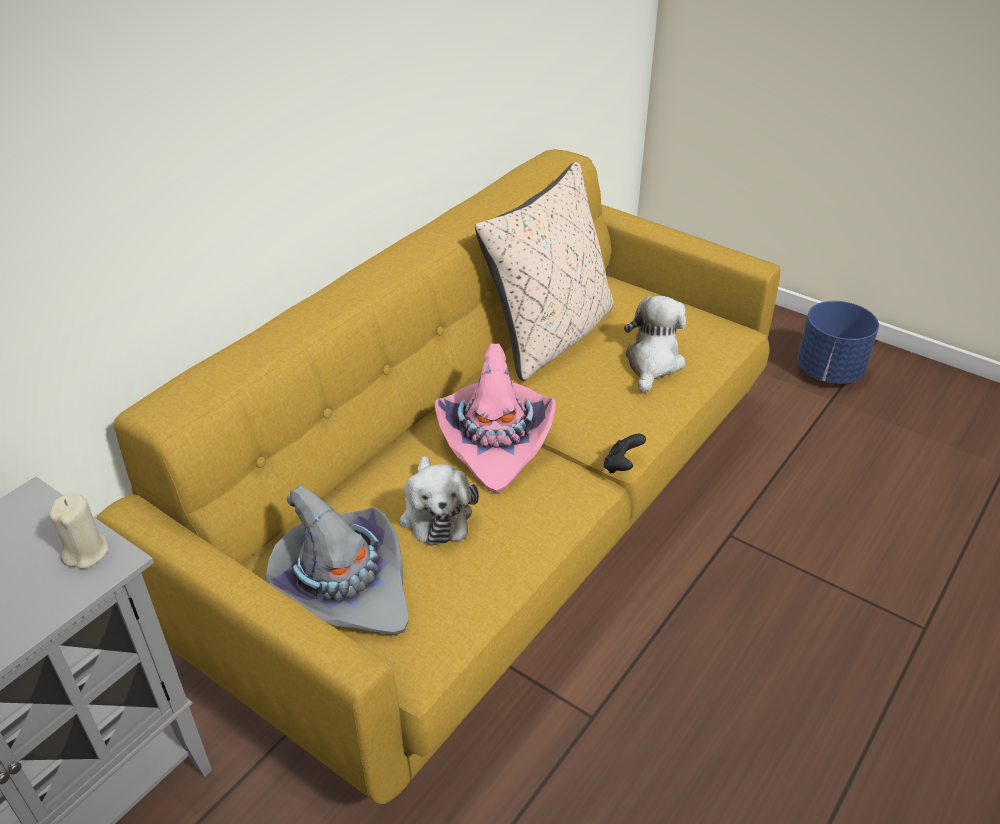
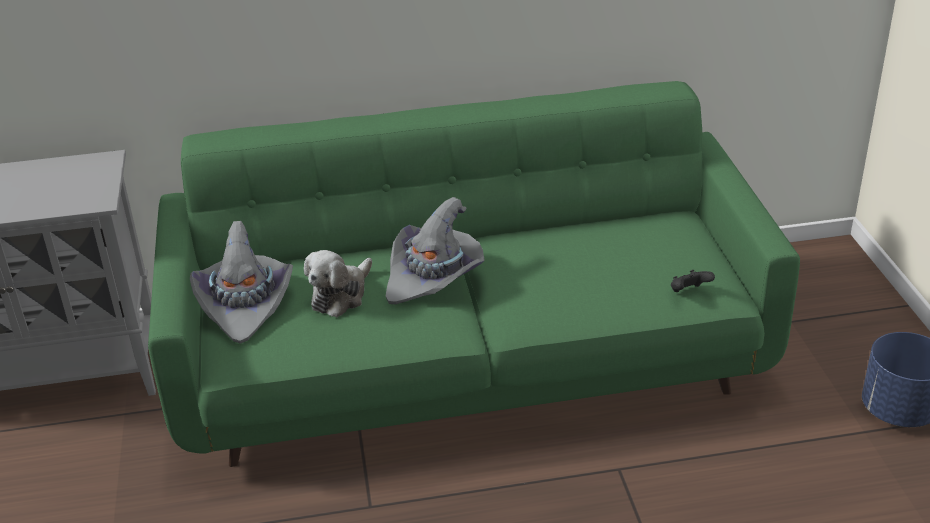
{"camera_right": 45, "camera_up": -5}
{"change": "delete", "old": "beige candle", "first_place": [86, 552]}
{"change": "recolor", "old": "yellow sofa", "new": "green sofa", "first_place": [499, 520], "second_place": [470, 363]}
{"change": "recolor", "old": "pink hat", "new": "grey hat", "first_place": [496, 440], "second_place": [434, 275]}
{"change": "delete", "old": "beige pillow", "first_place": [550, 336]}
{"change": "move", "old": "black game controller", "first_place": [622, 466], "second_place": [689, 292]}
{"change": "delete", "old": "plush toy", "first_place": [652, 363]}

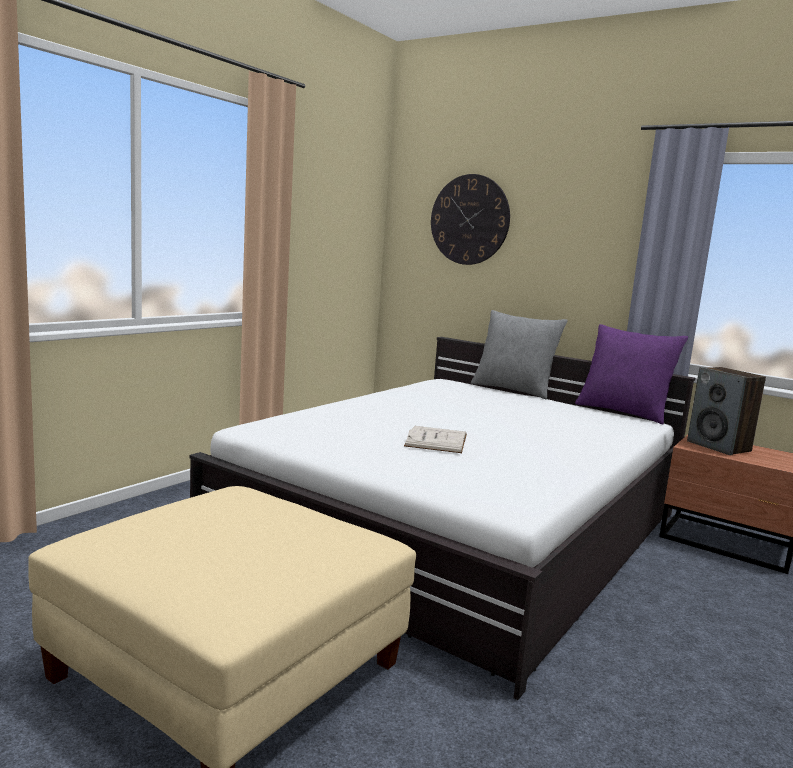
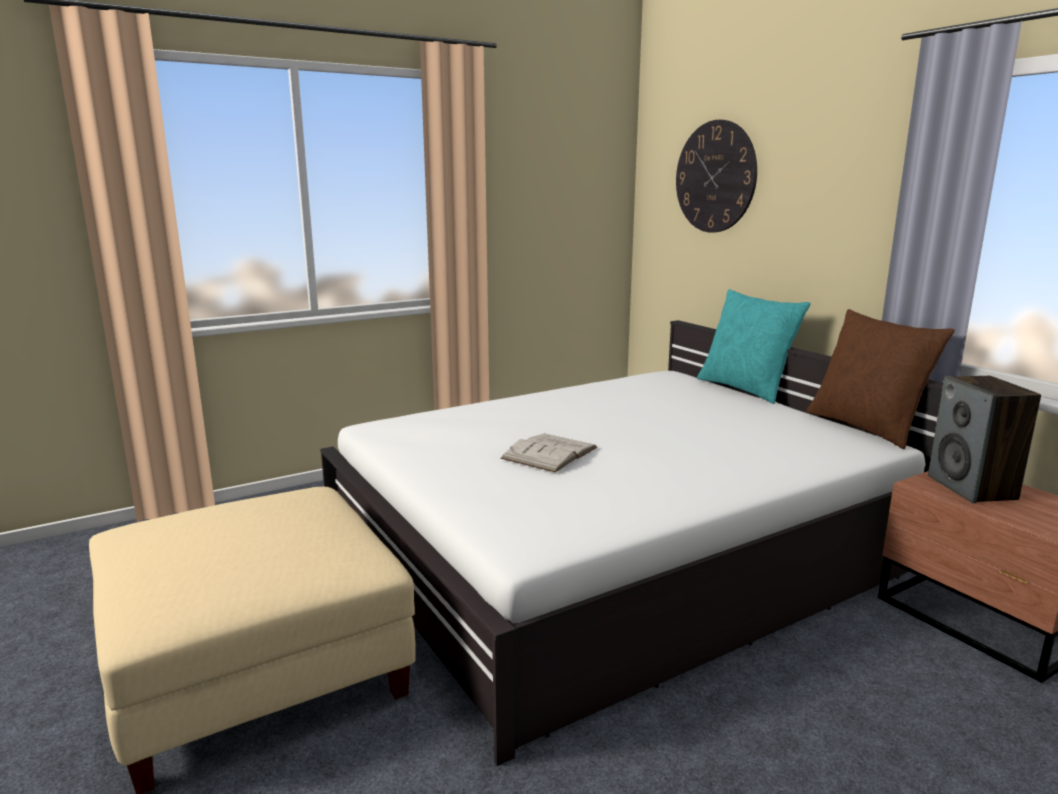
{"camera_right": 25, "camera_up": 5}
{"change": "recolor", "old": "grey pillow", "new": "turquoise pillow", "first_place": [513, 390], "second_place": [745, 389]}
{"change": "recolor", "old": "purple pillow", "new": "brown pillow", "first_place": [623, 412], "second_place": [866, 427]}

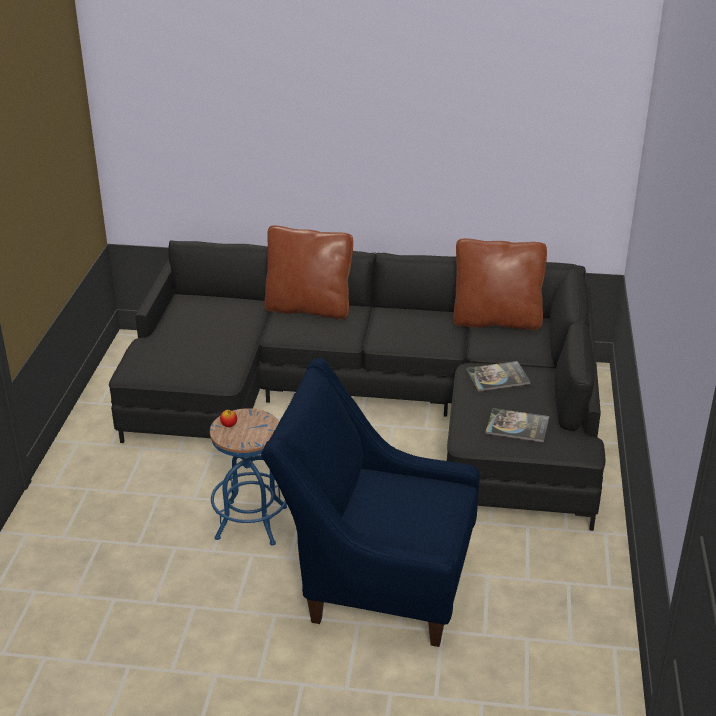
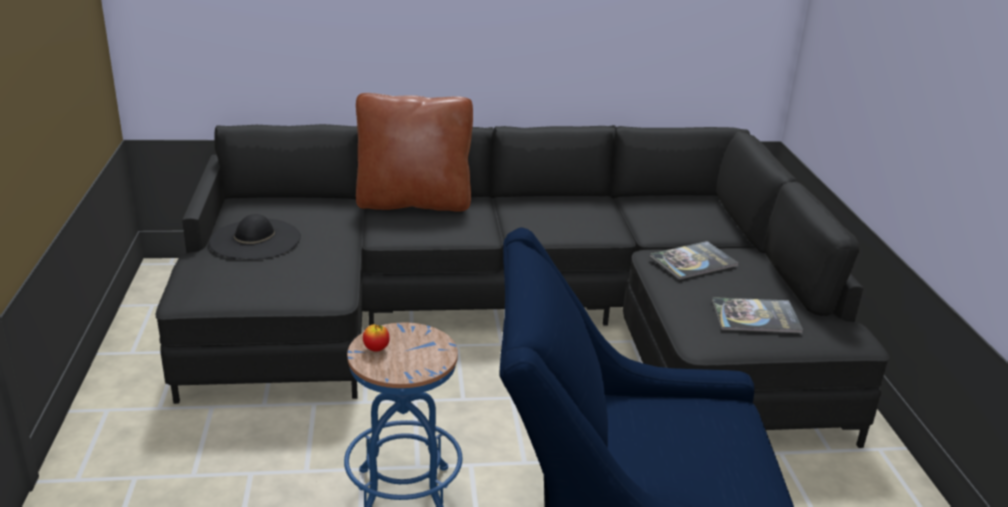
{"camera_right": -15, "camera_up": -5}
{"change": "delete", "old": "brown pillow", "first_place": [496, 321]}
{"change": "insert", "new": "black hat", "second_place": [255, 239]}

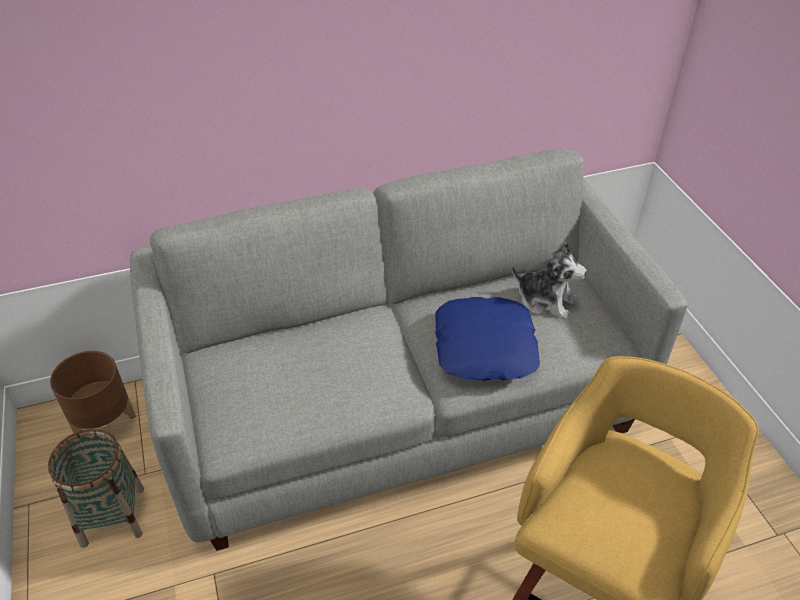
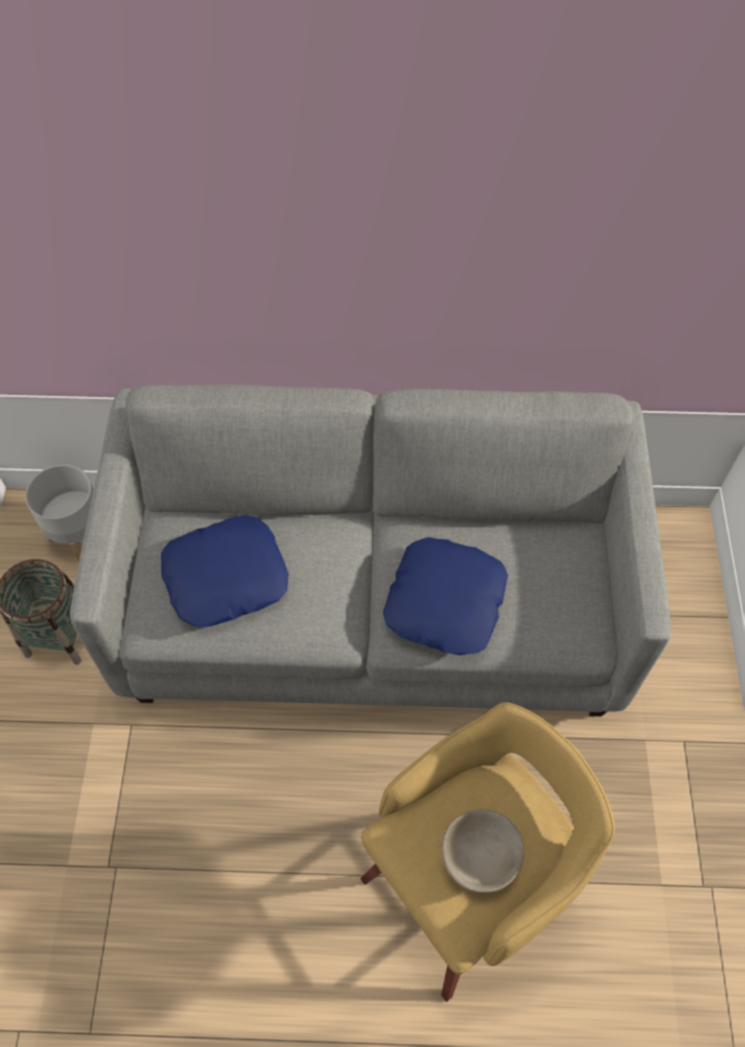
{"camera_right": 20, "camera_up": 15}
{"change": "recolor", "old": "brown planter", "new": "grey planter", "first_place": [105, 427], "second_place": [80, 535]}
{"change": "delete", "old": "plush toy", "first_place": [546, 300]}
{"change": "insert", "new": "blue pillow", "second_place": [225, 576]}
{"change": "insert", "new": "beige bowl", "second_place": [479, 858]}

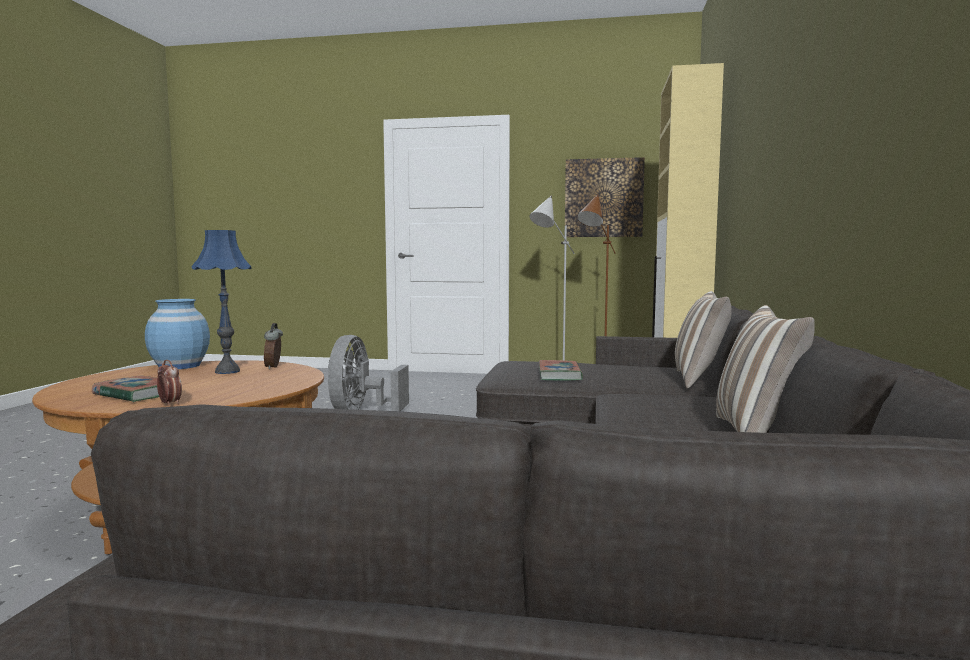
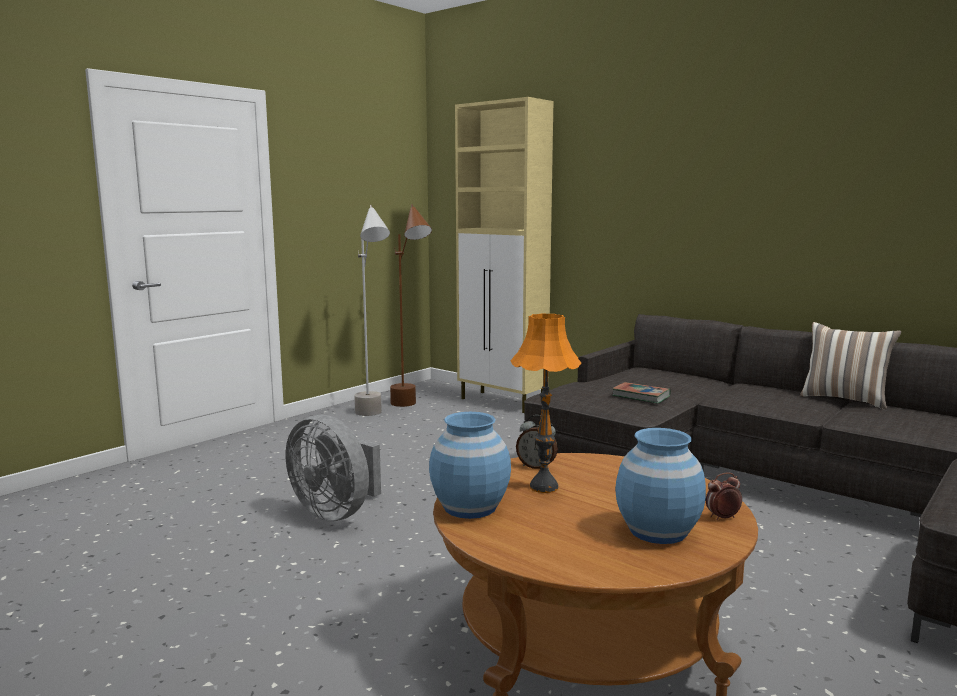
{"camera_right": -60, "camera_up": 5}
{"change": "replace", "old": "book", "new": "blue vase", "first_place": [137, 394], "second_place": [658, 531]}
{"change": "recolor", "old": "blue table lamp", "new": "orange table lamp", "first_place": [227, 371], "second_place": [544, 487]}
{"change": "delete", "old": "picture", "first_place": [603, 198]}
{"change": "delete", "old": "pillow", "first_place": [699, 380]}

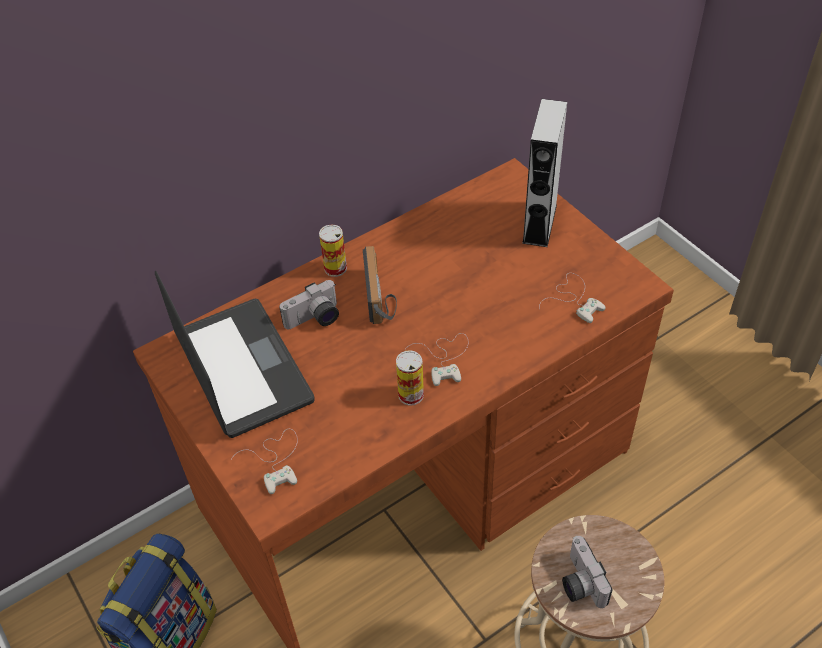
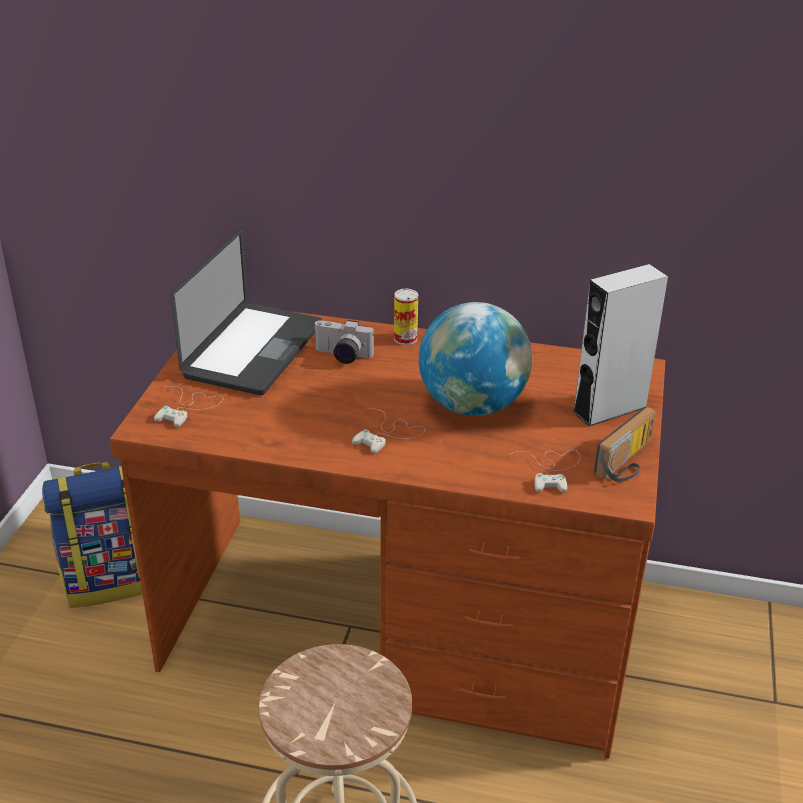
{"camera_right": 45, "camera_up": -15}
{"change": "move", "old": "radio", "first_place": [381, 297], "second_place": [628, 463]}
{"change": "delete", "old": "can", "first_place": [411, 395]}
{"change": "delete", "old": "photo camera", "first_place": [579, 582]}
{"change": "insert", "new": "globe", "second_place": [472, 405]}

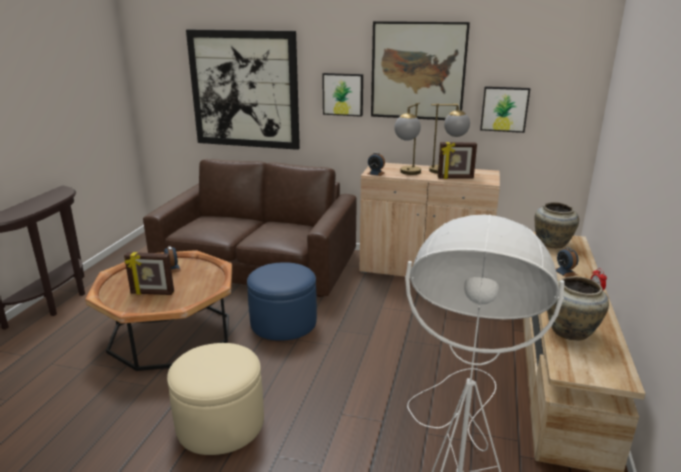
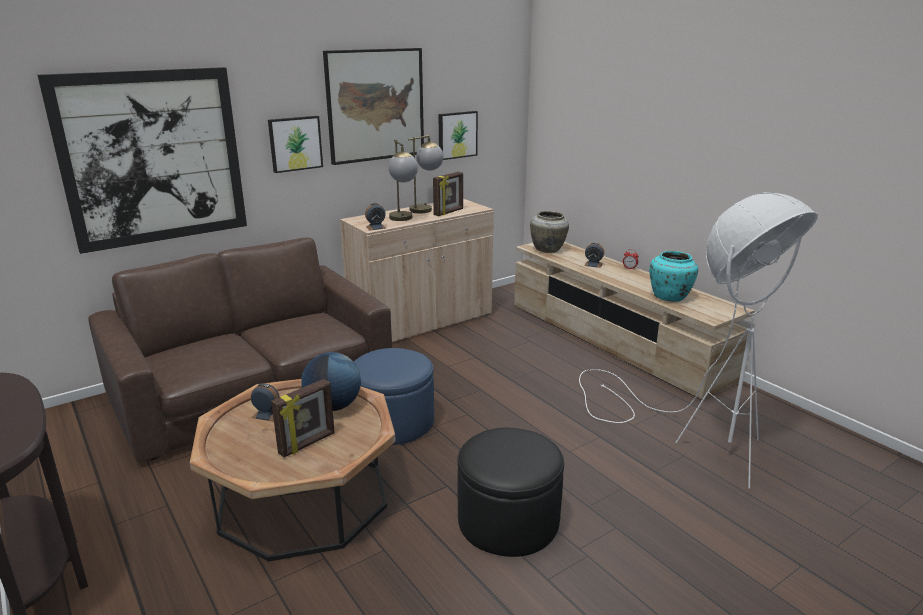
{"camera_right": -50, "camera_up": 0}
{"change": "recolor", "old": "beige ottoman", "new": "black ottoman", "first_place": [220, 423], "second_place": [508, 521]}
{"change": "recolor", "old": "beige vase", "new": "turquoise vase", "first_place": [571, 332], "second_place": [670, 297]}
{"change": "insert", "new": "globe", "second_place": [333, 406]}

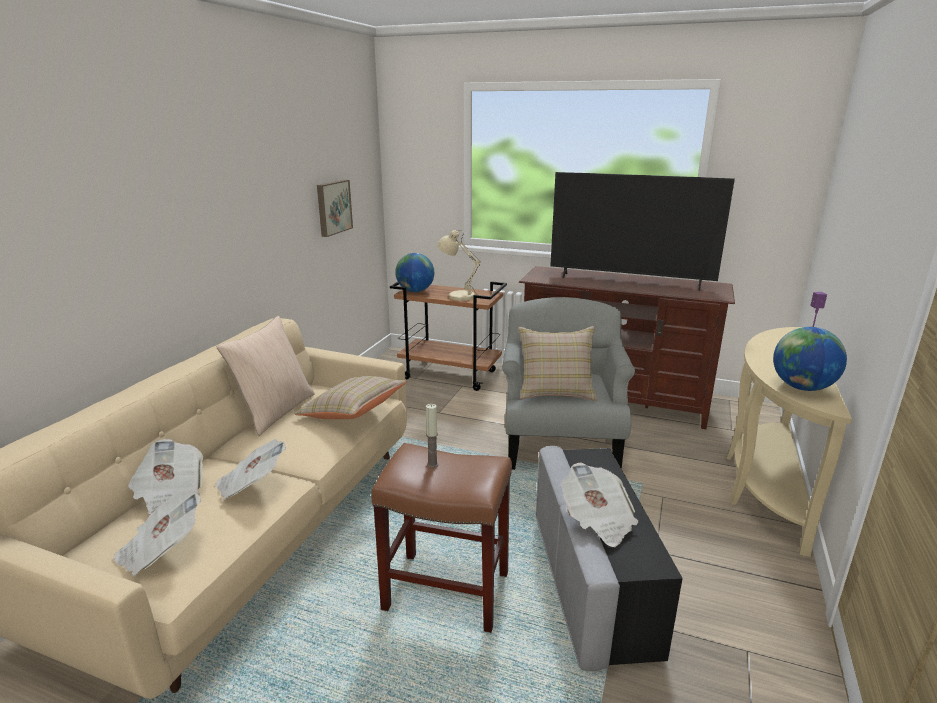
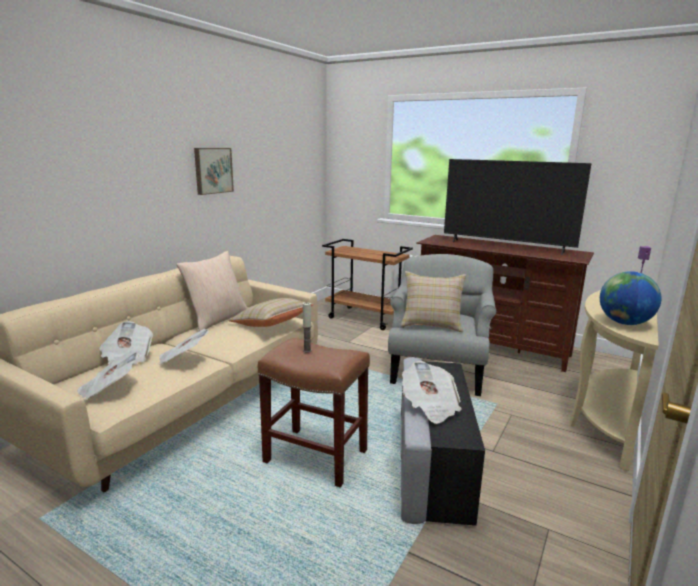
{"camera_right": 10, "camera_up": -5}
{"change": "move", "old": "picture", "first_place": [333, 207], "second_place": [212, 170]}
{"change": "delete", "old": "globe", "first_place": [415, 291]}
{"change": "delete", "old": "beige table lamp", "first_place": [458, 296]}

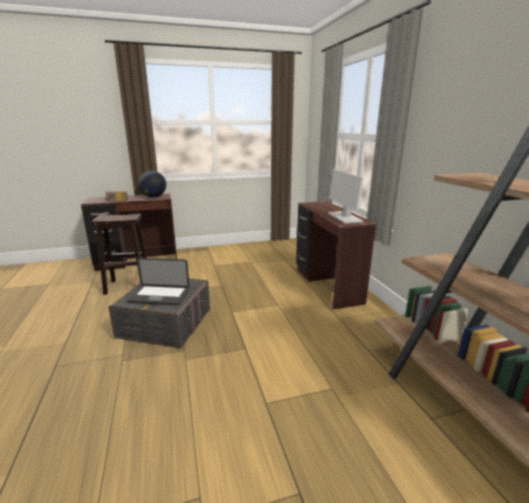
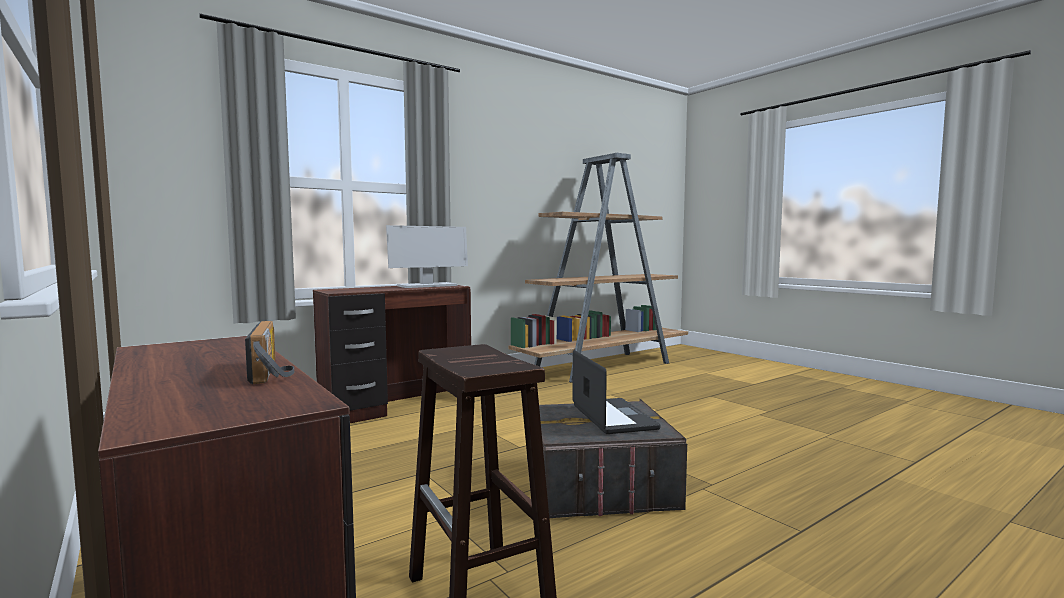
{"camera_right": -110, "camera_up": -15}
{"change": "delete", "old": "globe", "first_place": [153, 197]}

